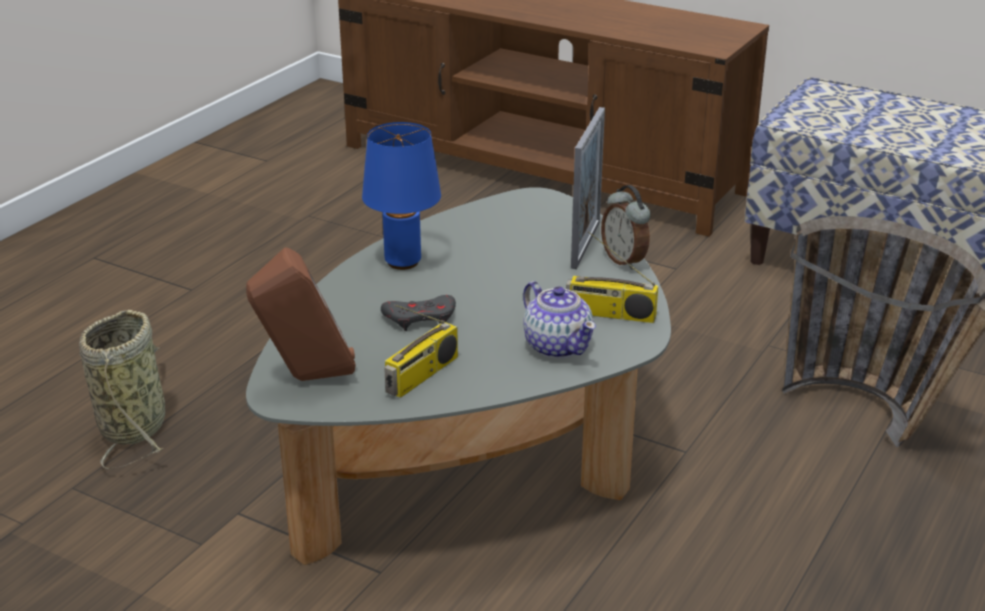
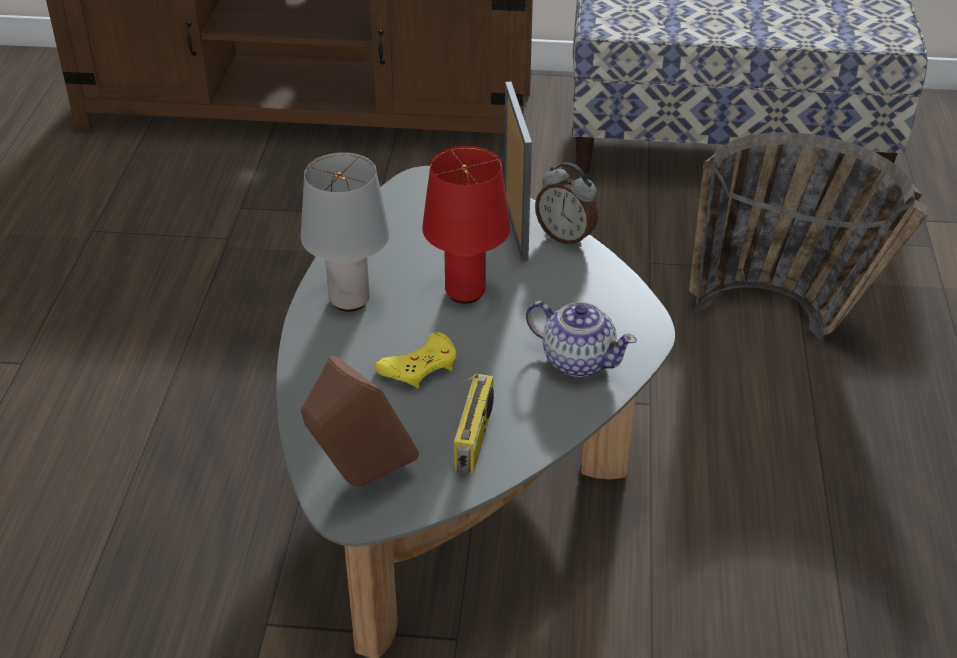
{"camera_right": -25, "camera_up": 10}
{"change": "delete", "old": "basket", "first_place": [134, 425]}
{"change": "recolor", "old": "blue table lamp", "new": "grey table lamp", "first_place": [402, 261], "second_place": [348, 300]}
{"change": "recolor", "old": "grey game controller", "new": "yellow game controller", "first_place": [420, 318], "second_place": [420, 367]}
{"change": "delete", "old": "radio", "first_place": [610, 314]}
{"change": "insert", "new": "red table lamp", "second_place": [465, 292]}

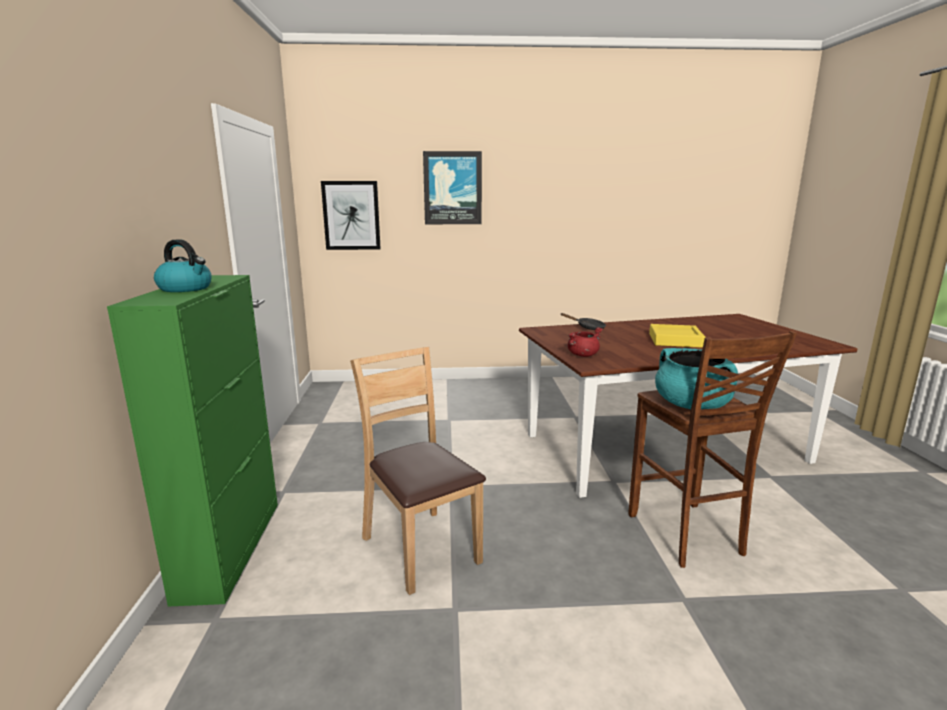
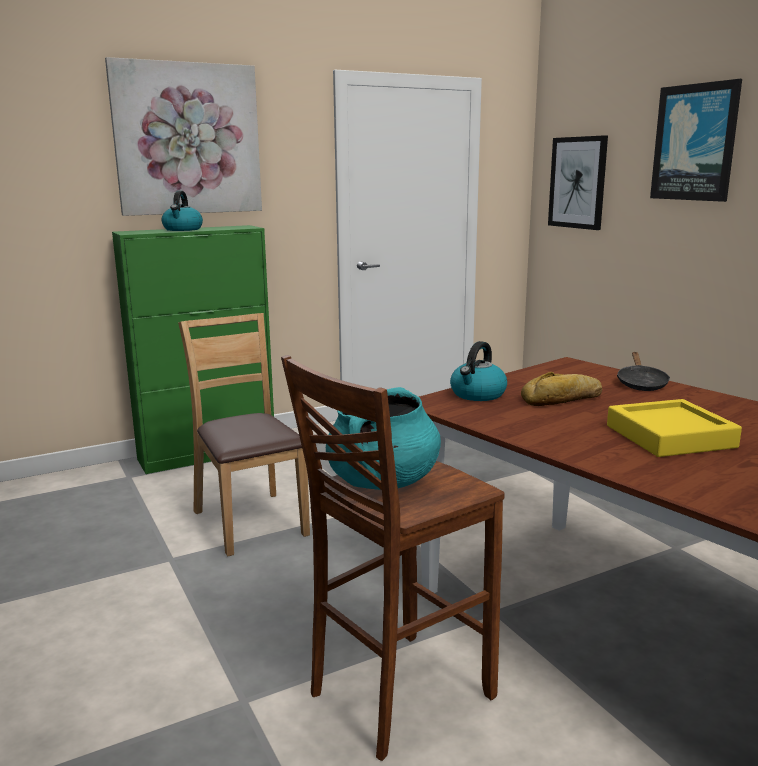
{"camera_right": 65, "camera_up": 0}
{"change": "rotate", "old": "brown chair", "first_place": [421, 548], "second_place": [251, 522], "degrees": -60}
{"change": "replace", "old": "red cooking pot", "new": "kettle", "first_place": [583, 355], "second_place": [477, 394]}
{"change": "insert", "new": "picture", "second_place": [187, 139]}
{"change": "insert", "new": "bread", "second_place": [563, 399]}

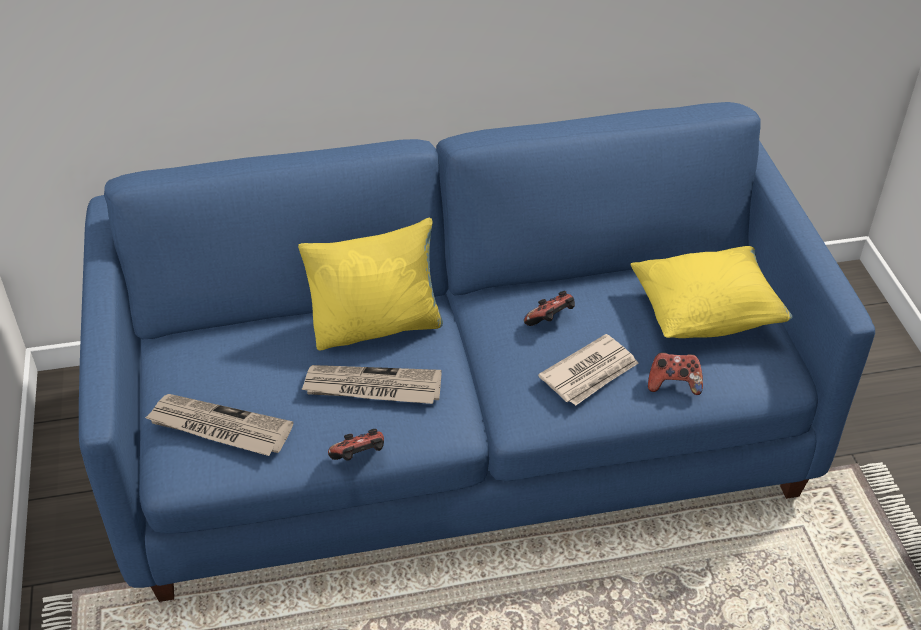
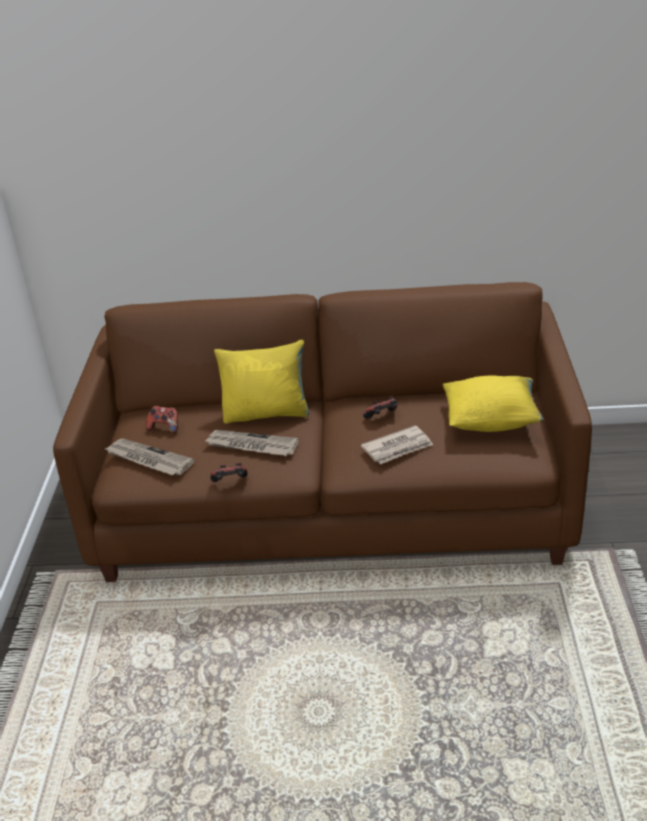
{"camera_right": 15, "camera_up": -10}
{"change": "recolor", "old": "blue sofa", "new": "brown sofa", "first_place": [461, 432], "second_place": [333, 505]}
{"change": "move", "old": "game controller", "first_place": [673, 384], "second_place": [164, 427]}

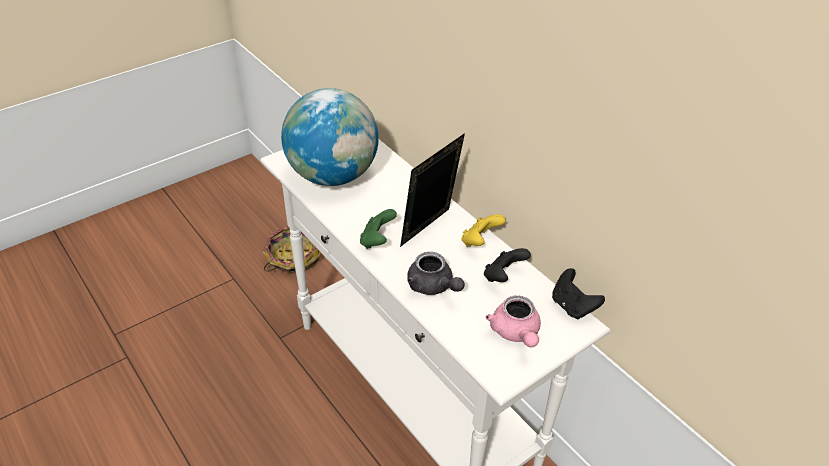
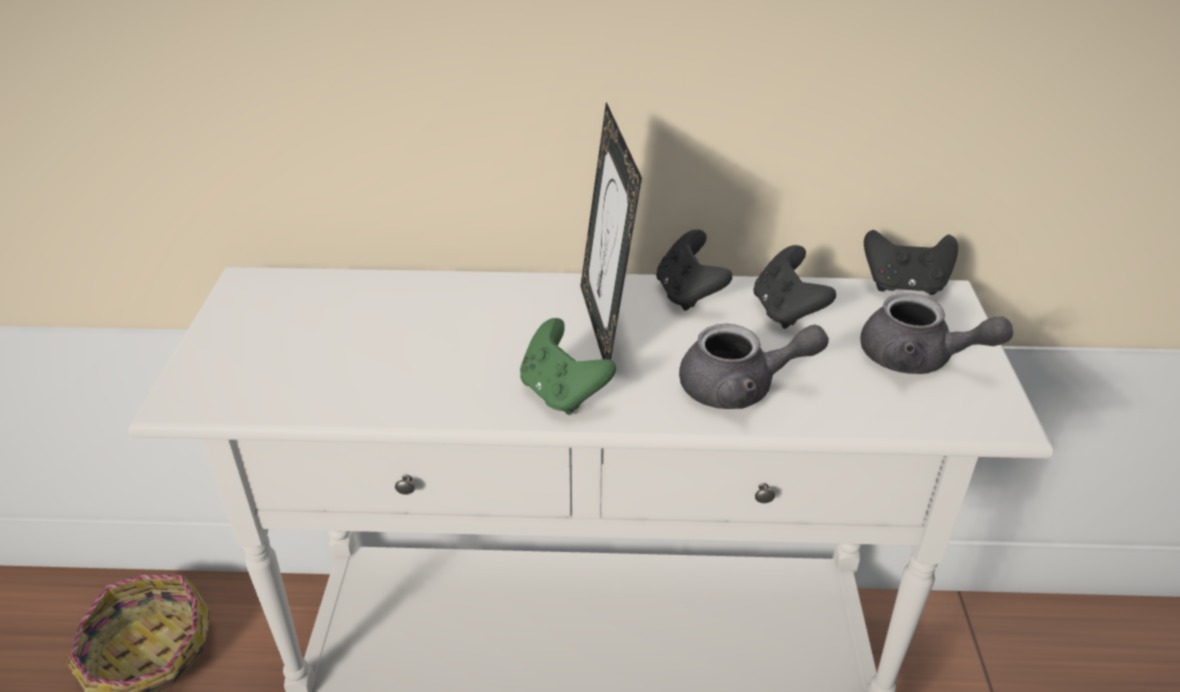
{"camera_right": -50, "camera_up": -5}
{"change": "delete", "old": "globe", "first_place": [333, 175]}
{"change": "recolor", "old": "yellow game controller", "new": "black game controller", "first_place": [480, 242], "second_place": [688, 294]}
{"change": "recolor", "old": "pink teapot", "new": "grey teapot", "first_place": [516, 333], "second_place": [917, 359]}

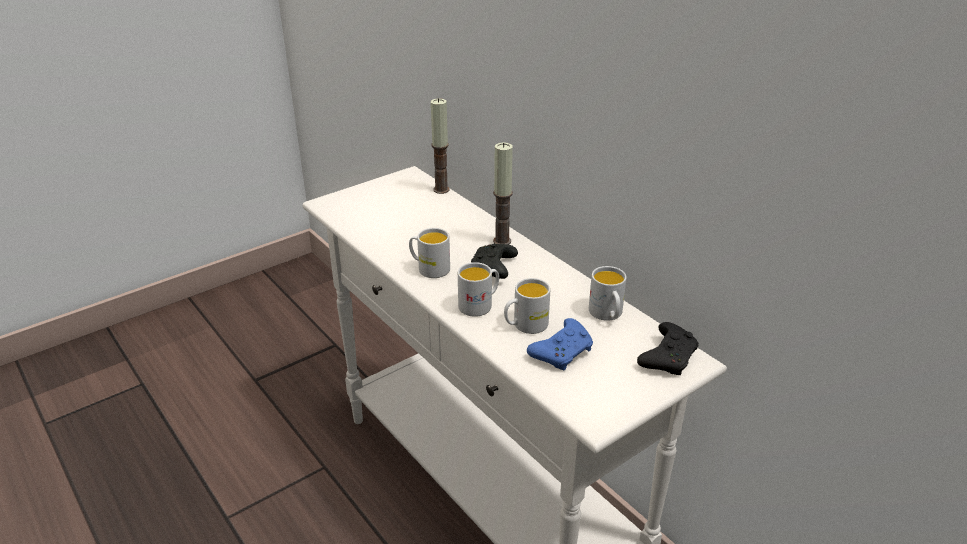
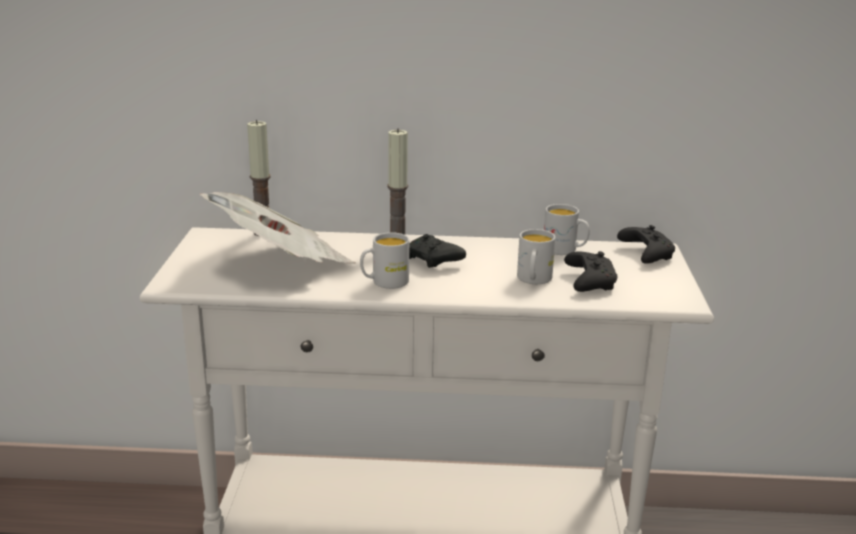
{"camera_right": -50, "camera_up": -10}
{"change": "delete", "old": "white mug", "first_place": [480, 304]}
{"change": "recolor", "old": "blue game controller", "new": "black game controller", "first_place": [562, 352], "second_place": [589, 281]}
{"change": "insert", "new": "newspaper", "second_place": [282, 264]}

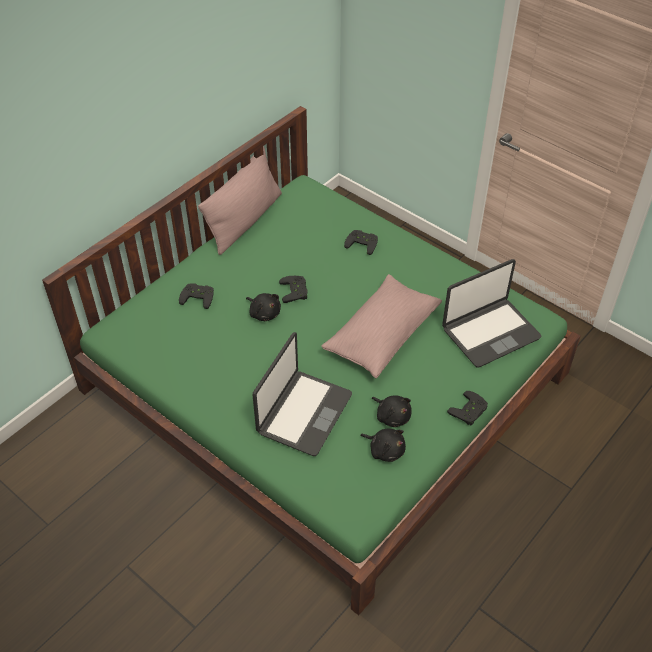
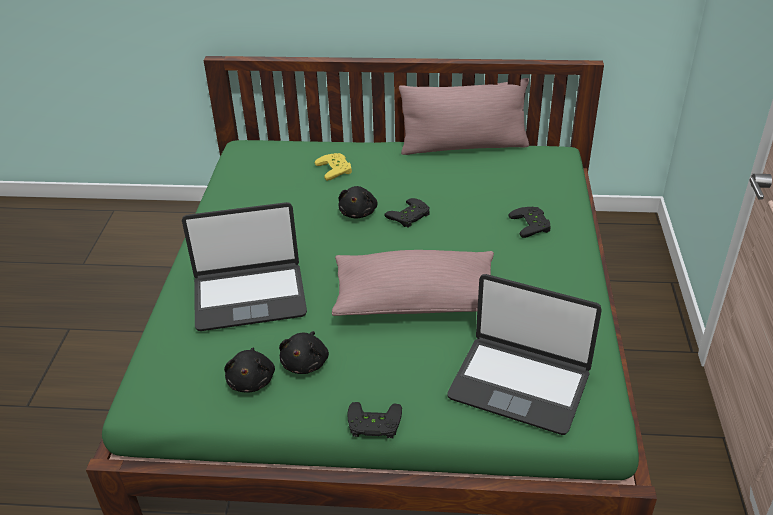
{"camera_right": 55, "camera_up": -10}
{"change": "recolor", "old": "black game controller", "new": "yellow game controller", "first_place": [198, 296], "second_place": [336, 169]}

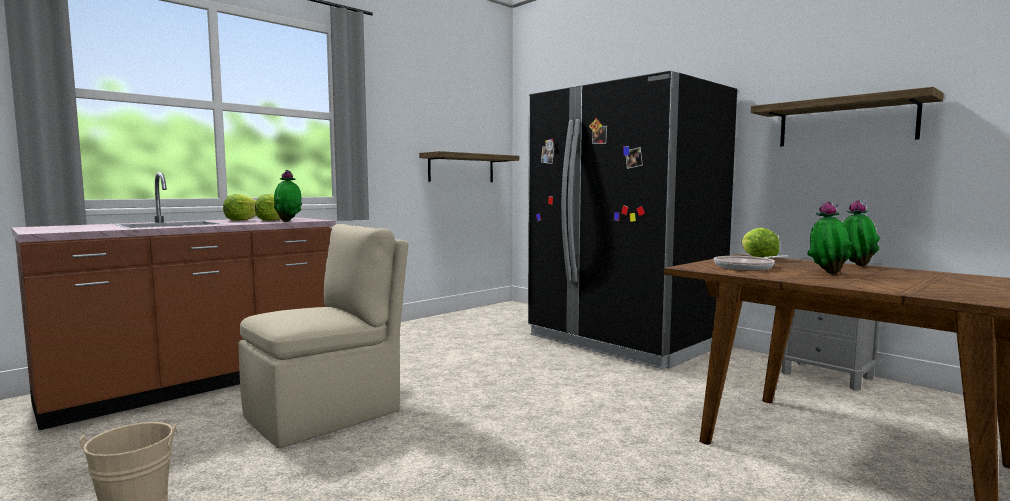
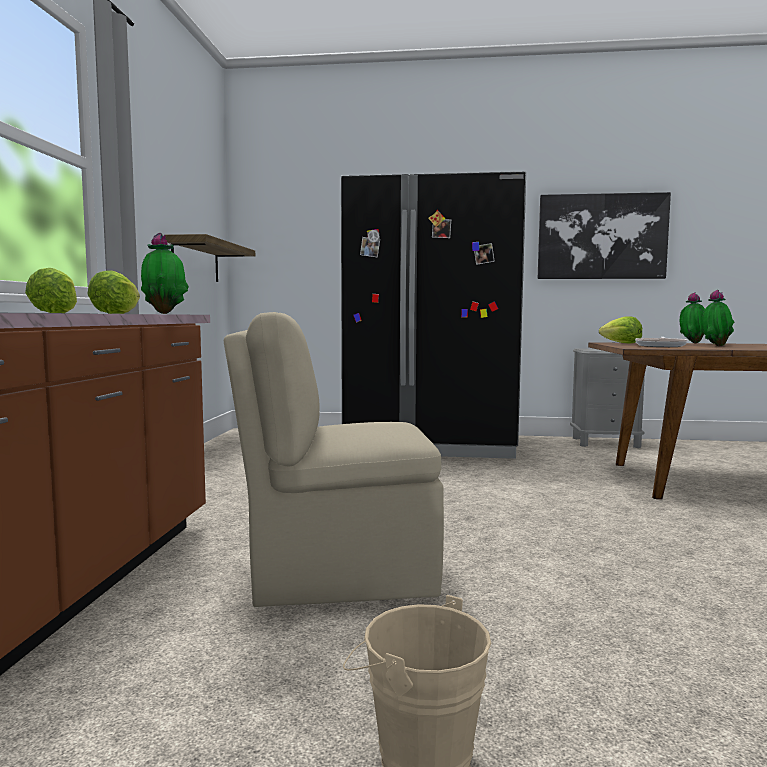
{"camera_right": -40, "camera_up": 0}
{"change": "rotate", "old": "beige chair", "first_place": [327, 413], "second_place": [337, 572], "degrees": -105}
{"change": "replace", "old": "shelf", "new": "picture", "first_place": [846, 122], "second_place": [601, 236]}

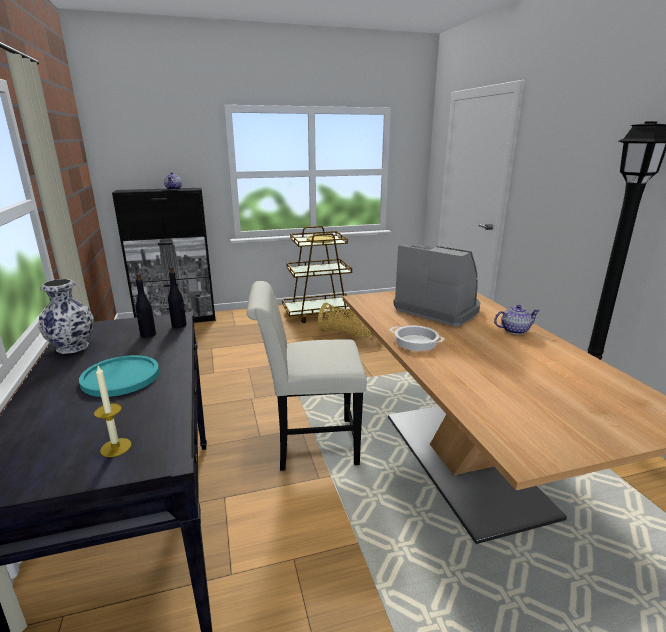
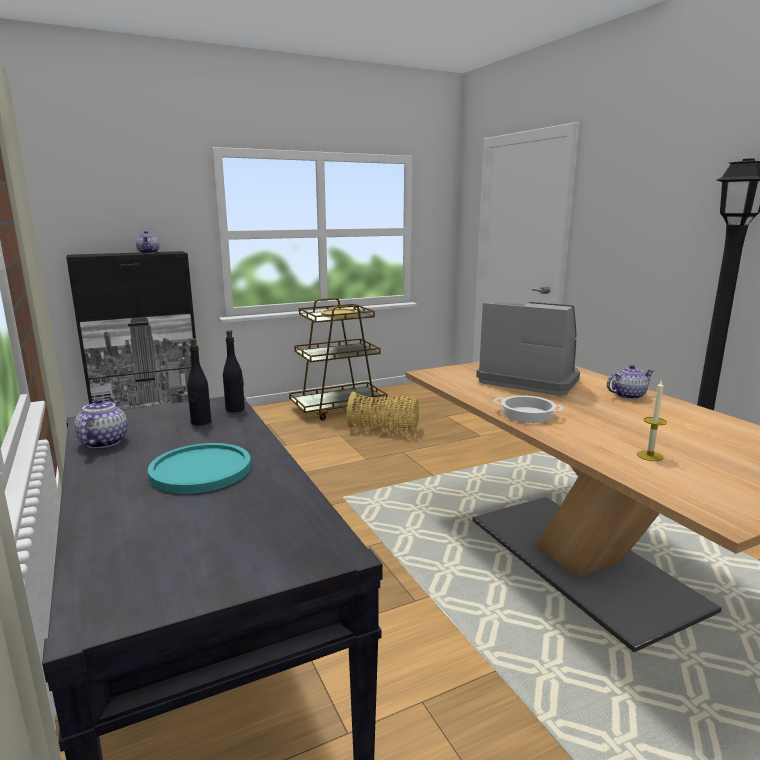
{"camera_right": -10, "camera_up": -5}
{"change": "replace", "old": "vase", "new": "teapot", "first_place": [71, 347], "second_place": [103, 442]}
{"change": "move", "old": "candle", "first_place": [116, 447], "second_place": [649, 456]}
{"change": "delete", "old": "white chair", "first_place": [309, 444]}

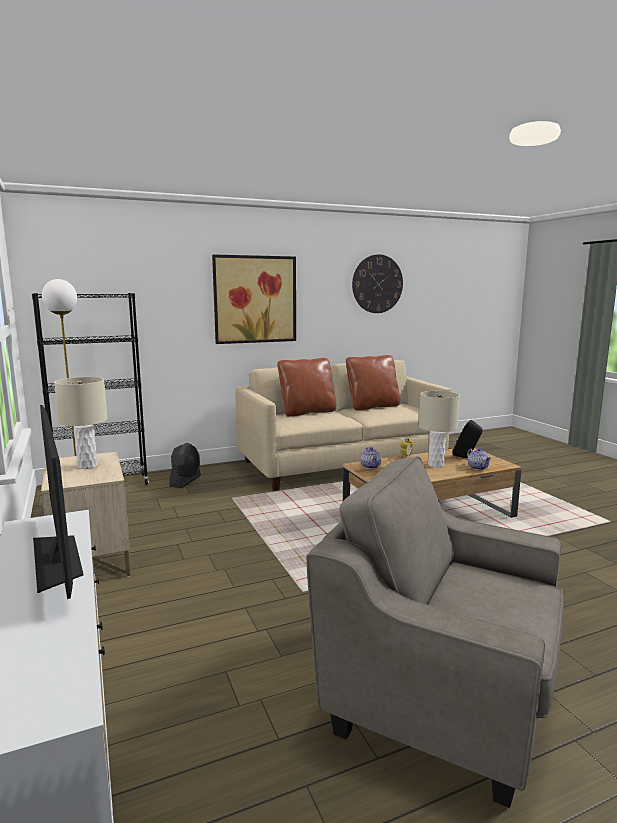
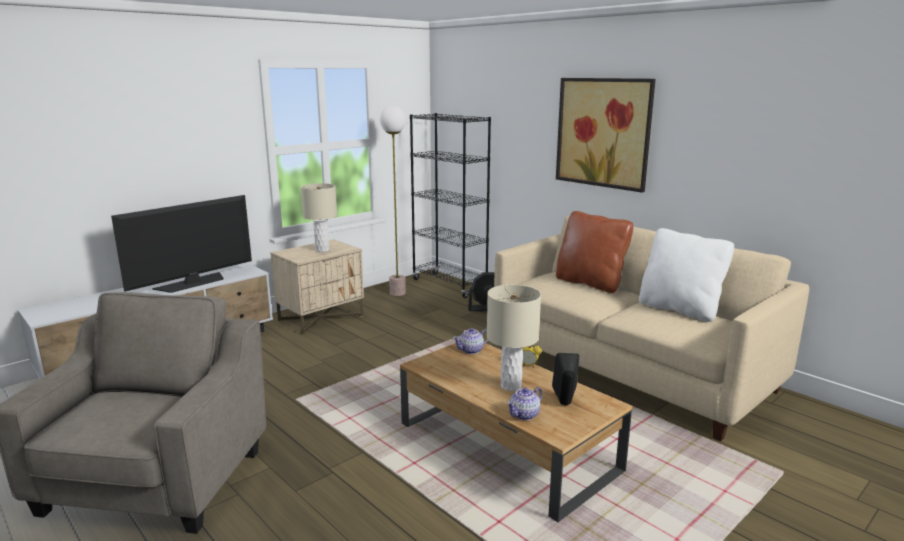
{"camera_right": 70, "camera_up": 5}
{"change": "recolor", "old": "brown pillow", "new": "white pillow", "first_place": [372, 406], "second_place": [679, 309]}
{"change": "delete", "old": "wall clock", "first_place": [377, 284]}

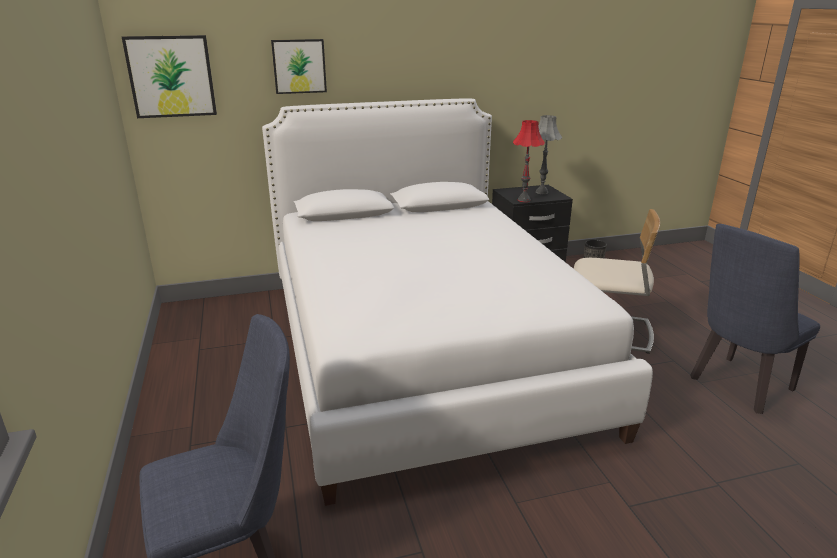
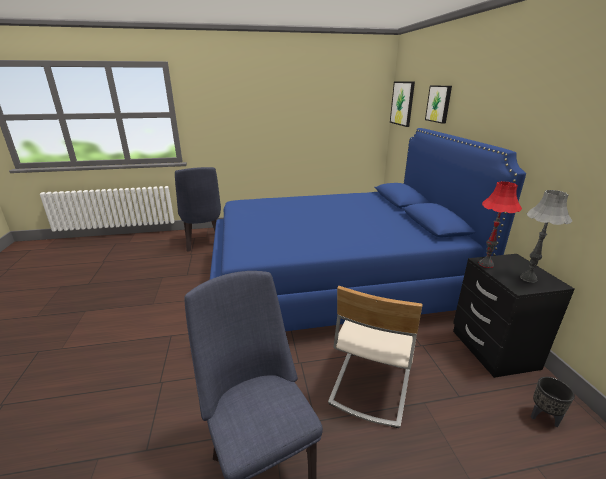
{"camera_right": 95, "camera_up": 0}
{"change": "recolor", "old": "white bed", "new": "blue bed", "first_place": [424, 351], "second_place": [333, 282]}

